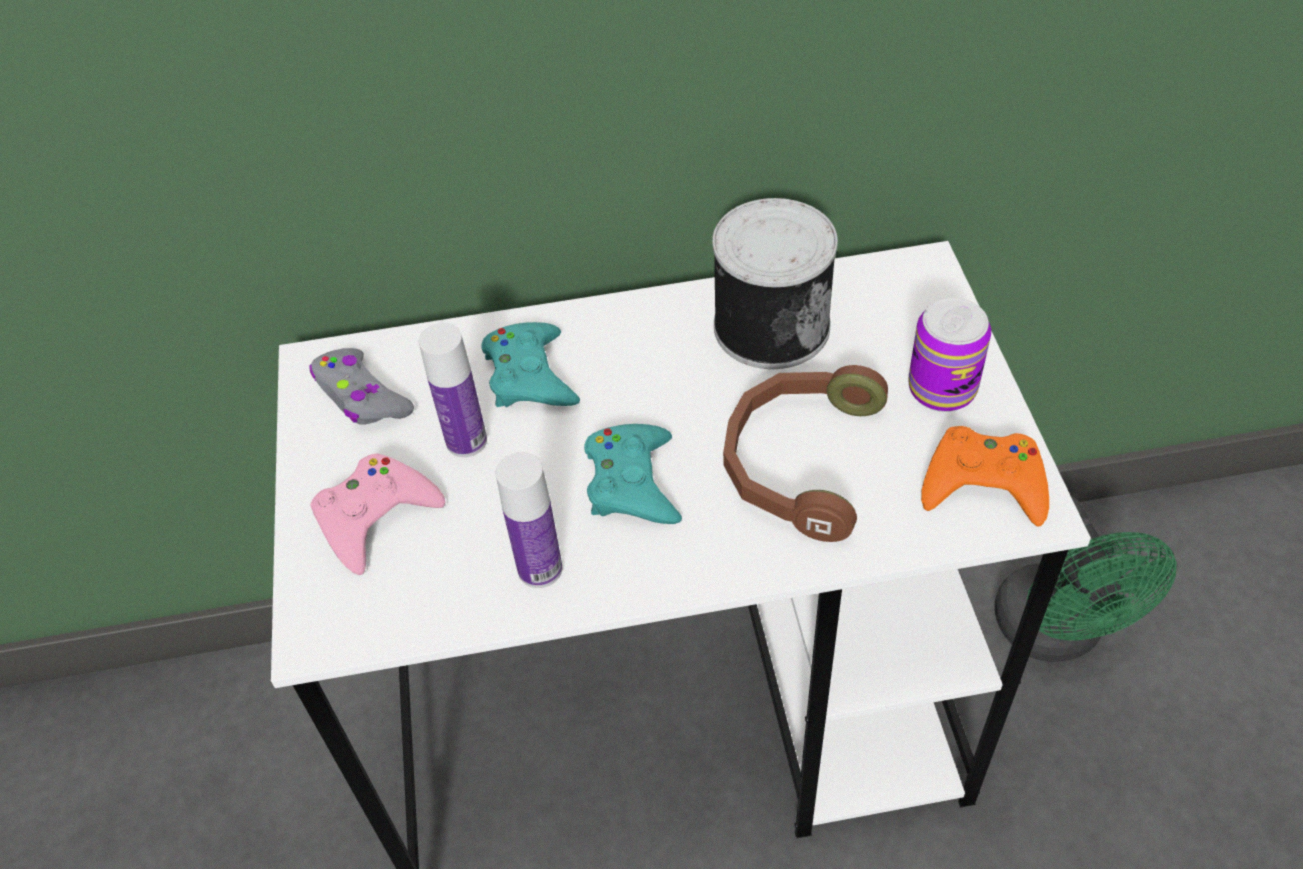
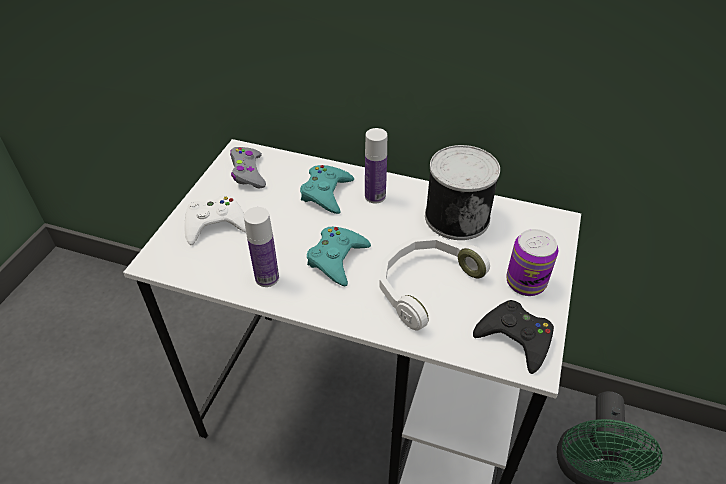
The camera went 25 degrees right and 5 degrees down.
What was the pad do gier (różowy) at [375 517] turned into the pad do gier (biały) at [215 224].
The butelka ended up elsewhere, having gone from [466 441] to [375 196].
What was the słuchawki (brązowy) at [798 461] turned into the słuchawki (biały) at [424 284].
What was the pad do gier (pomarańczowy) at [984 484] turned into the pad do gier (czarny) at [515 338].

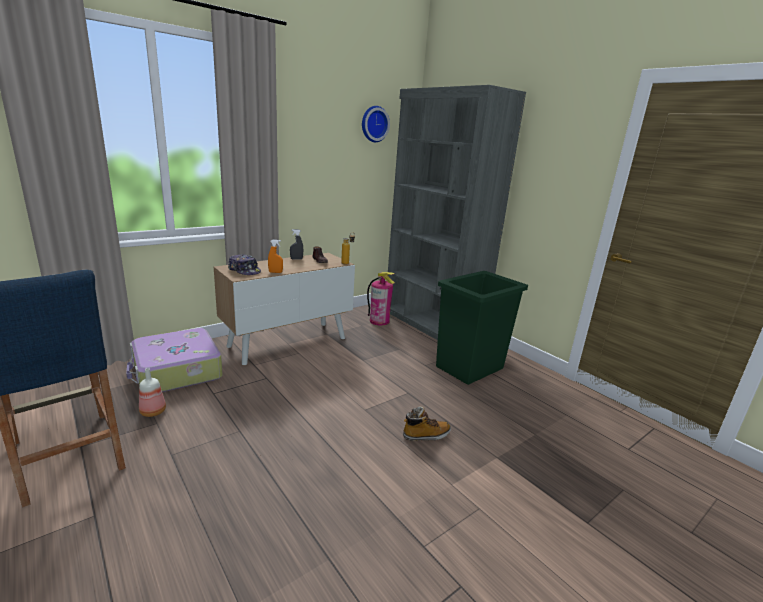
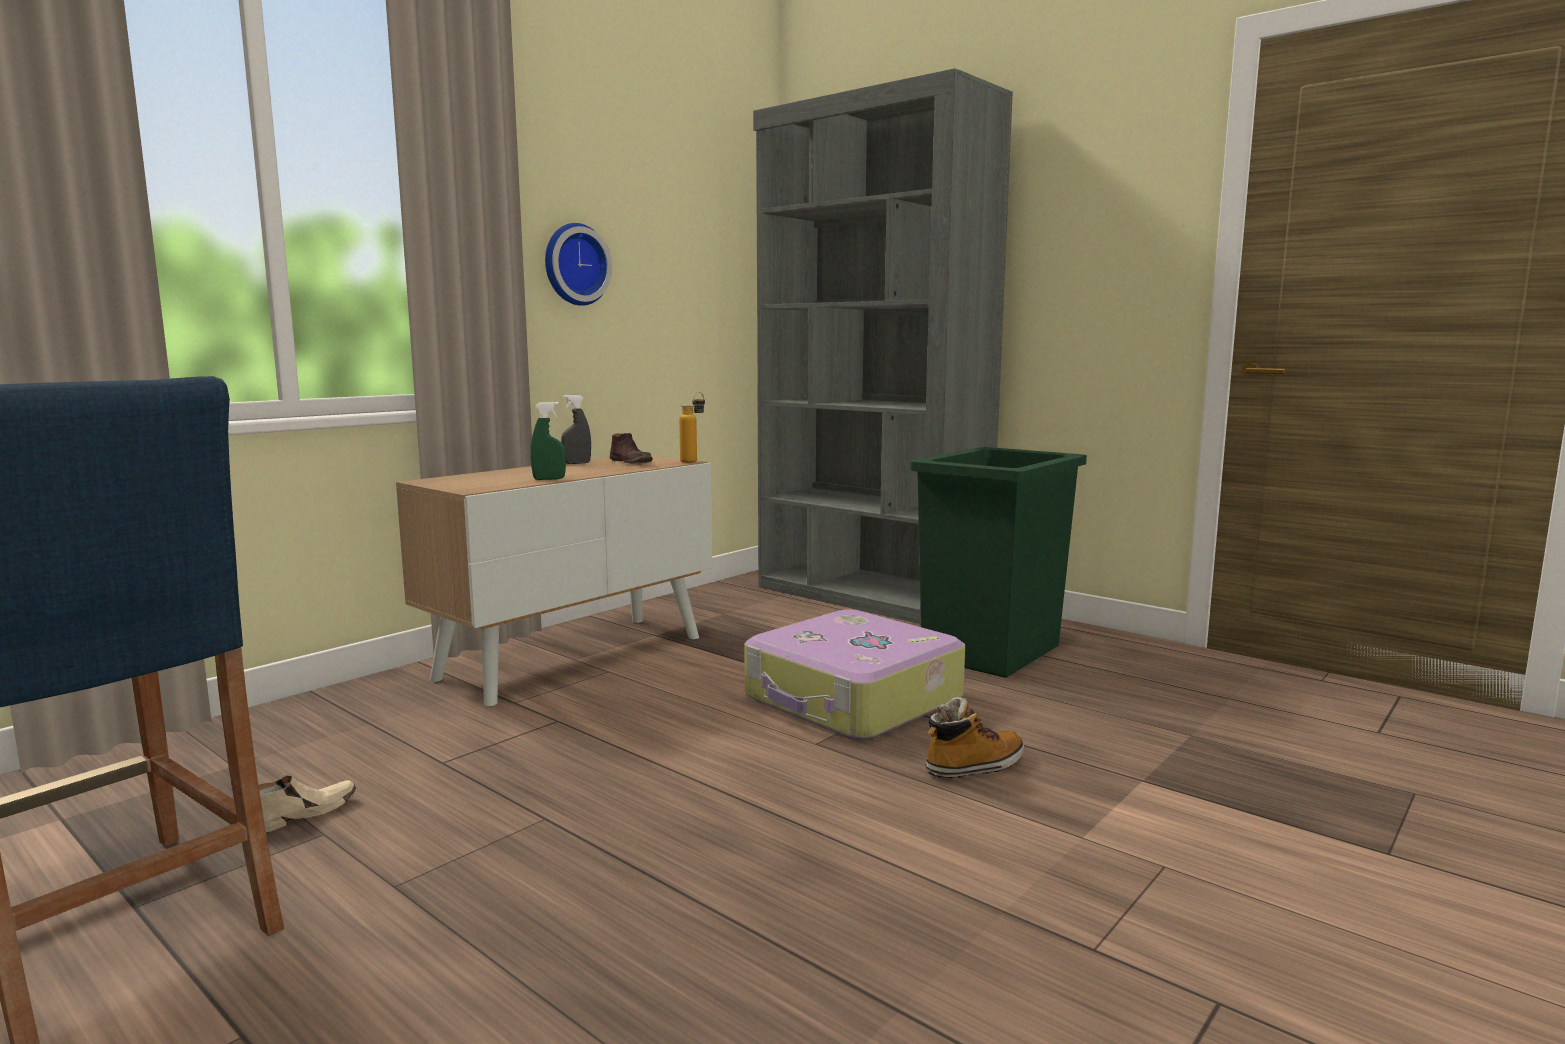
The camera went 10 degrees left and 10 degrees down.
Where the butelka stood at [152 411], the but (beżowy) came to stand at [302 815].
What was the spryskiwacz (pomarańczowy) at [275 272] turned into the spryskiwacz (zielony) at [549 479].
The zegar ścienny ended up elsewhere, having gone from [374 124] to [574 265].
The walizka ended up elsewhere, having gone from [176 371] to [853 700].
The second view lost the czapka z daszkiem at [244 271].
The second view lost the gaśnica at [379 321].

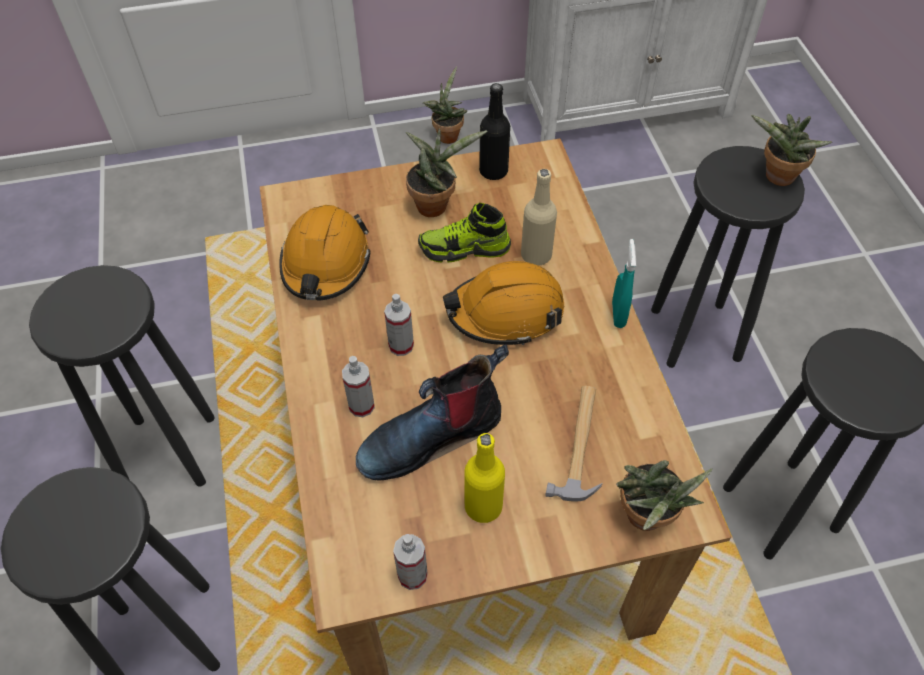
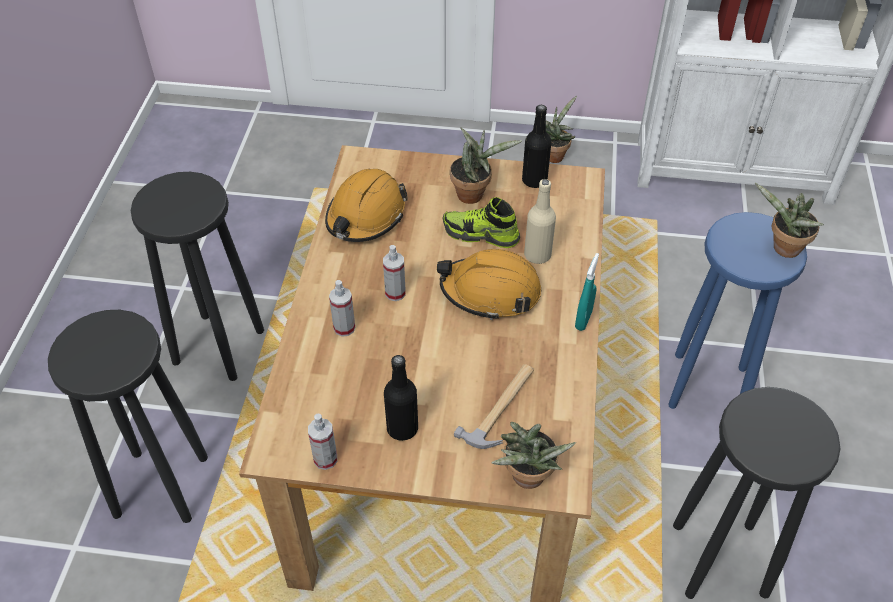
The camera went 20 degrees right and 5 degrees down.
What was the butelka (żółty) at [483 506] turned into the butelka (czarny) at [402 428].
What was the stołek (czarny) at [695 335] turned into the stołek (niebieski) at [707 387].
The second view lost the but z cholewką at [431 435].

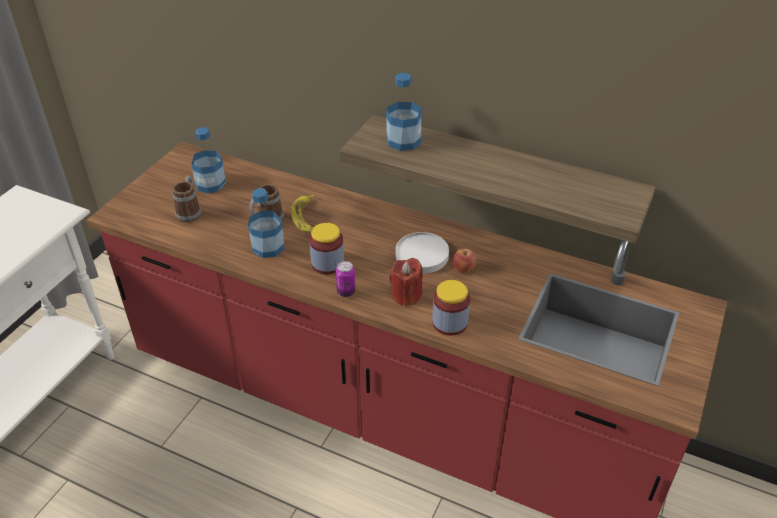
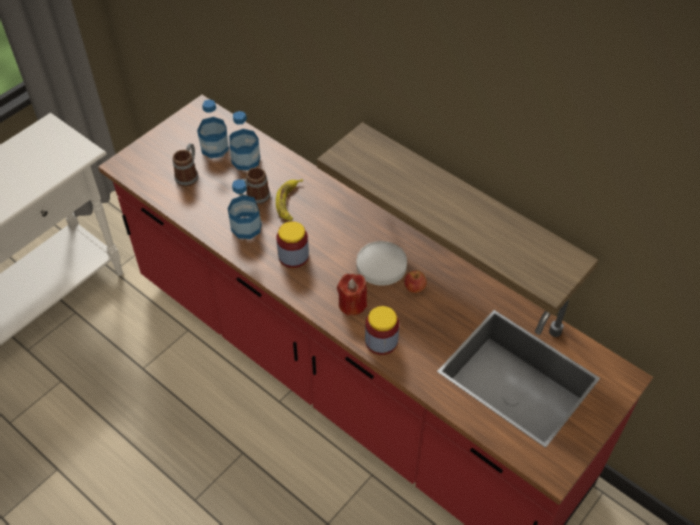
The camera went 15 degrees right and 10 degrees up.
The butelka ended up elsewhere, having gone from [403 141] to [246 160].
The second view lost the puszka at [346 292].

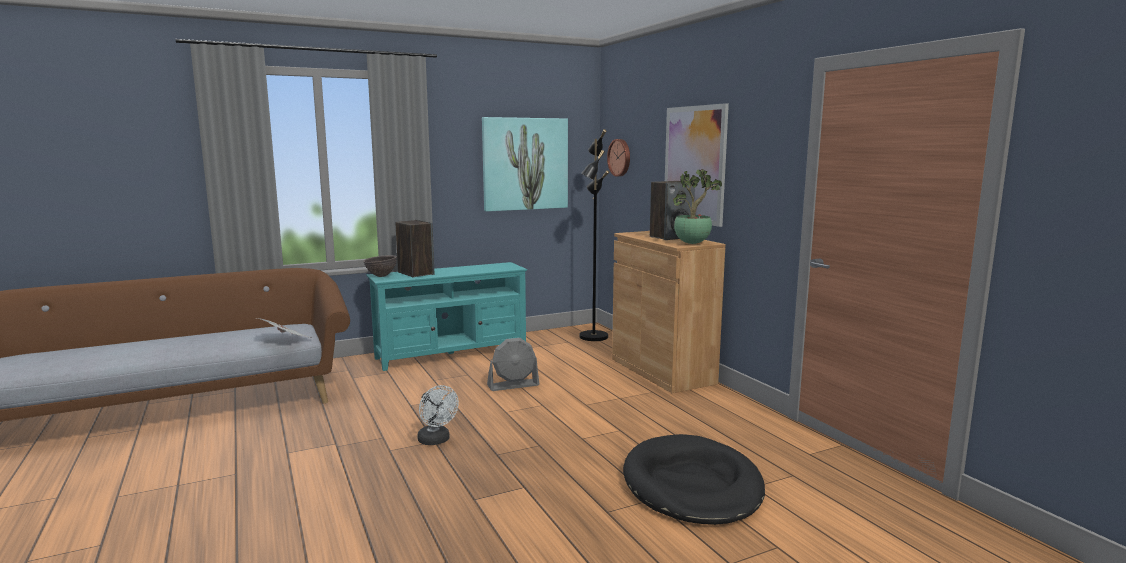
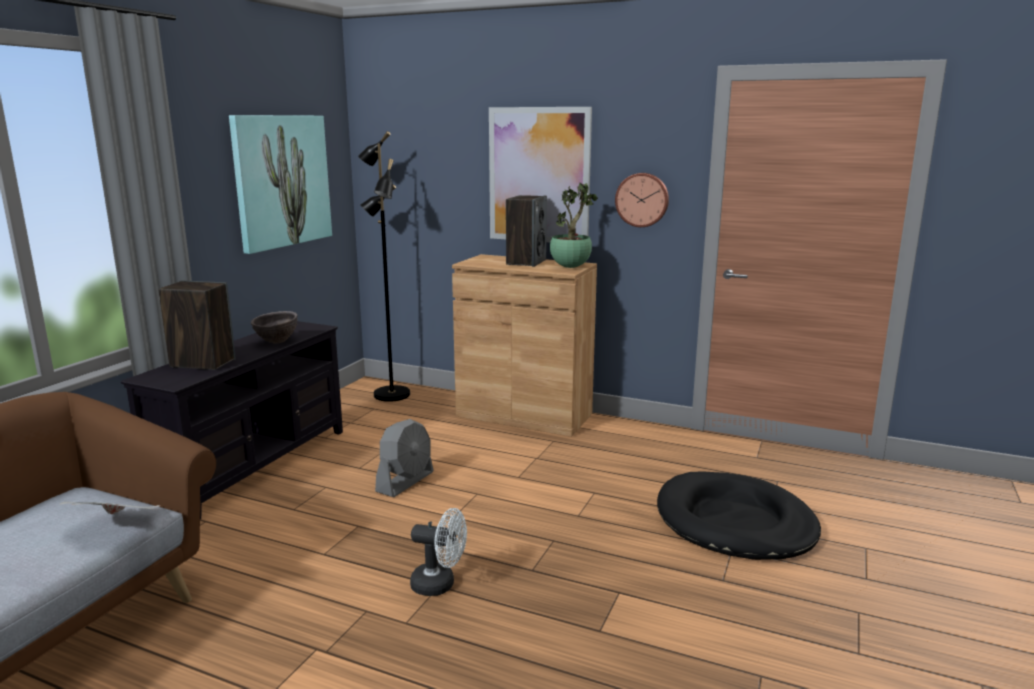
The camera went 40 degrees left and 5 degrees up.
What was the szafka pod telewizor (turkusowy) at [451 354] turned into the szafka pod telewizor (czarny) at [254 467].
The miska (brązowy) ended up elsewhere, having gone from [381 276] to [276 342].
The zegar ścienny ended up elsewhere, having gone from [620 157] to [642 199].

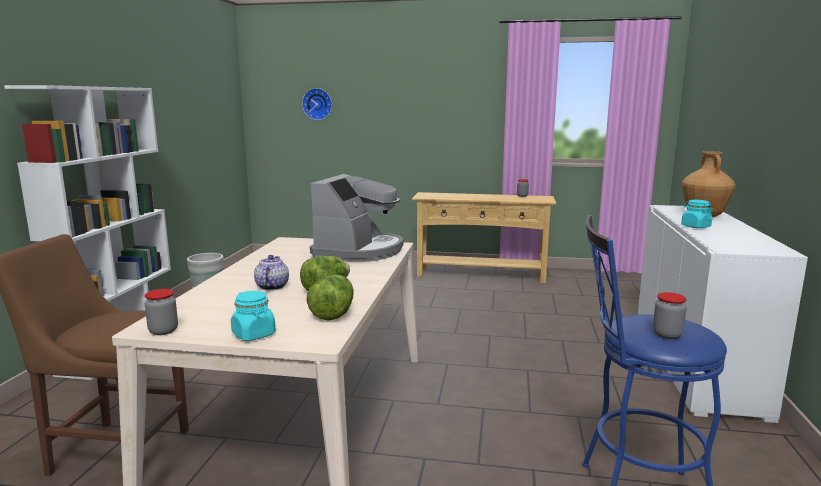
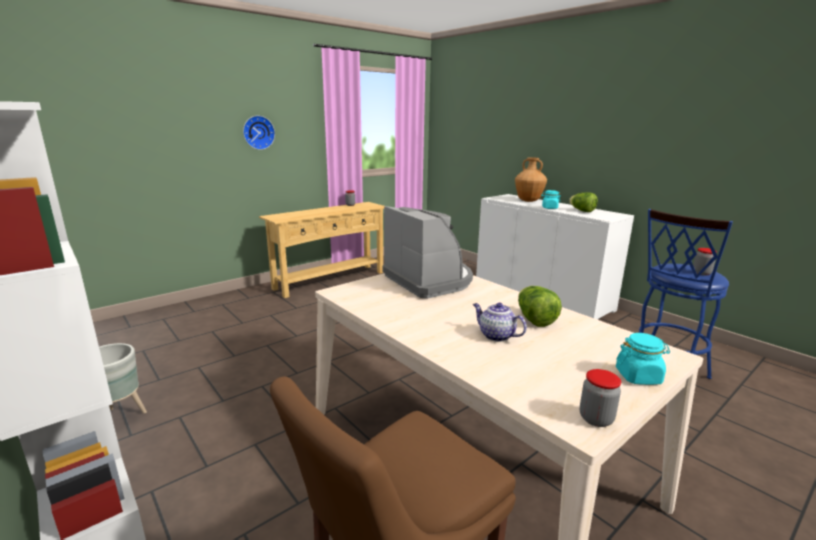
The camera went 50 degrees left and 5 degrees up.
The zegar ścienny ended up elsewhere, having gone from [317 104] to [258 132].
The sałata ended up elsewhere, having gone from [333 314] to [582 211].

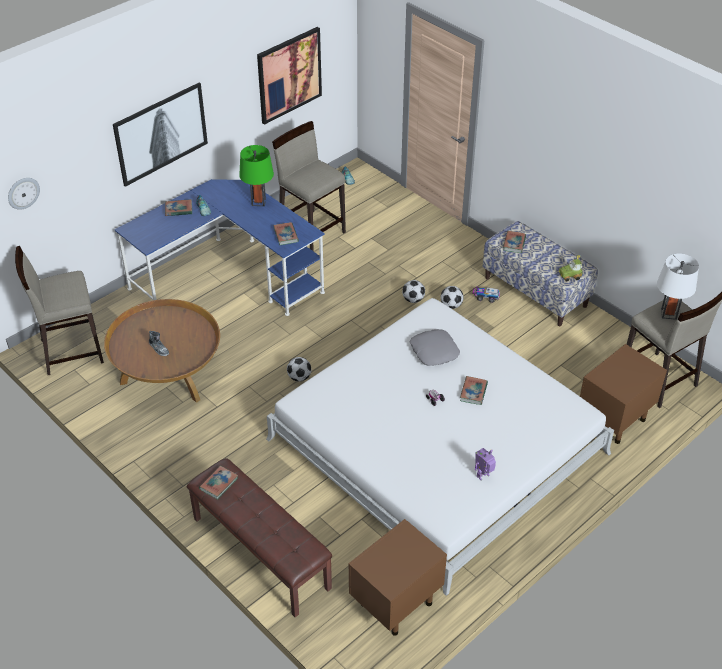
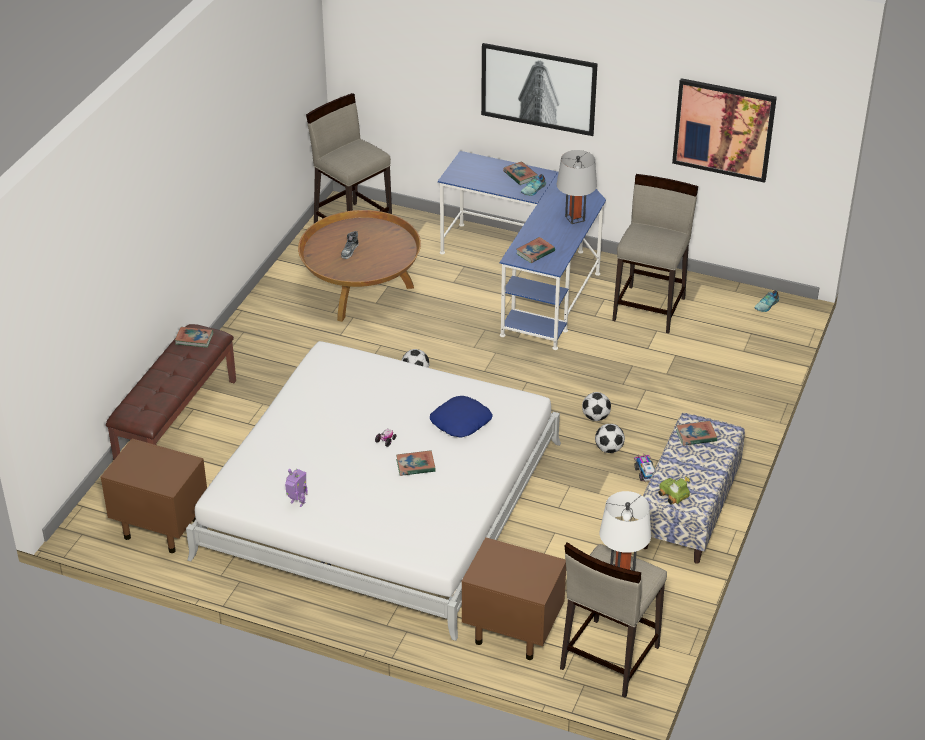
The camera went 65 degrees right and 5 degrees down.
What was the poduszka (szary) at [434 351] turned into the poduszka (niebieski) at [460 421].
What was the lampa stołowa (zielony) at [258 202] turned into the lampa stołowa (szary) at [574 218].
The second view lost the zegar ścienny at [23 193].

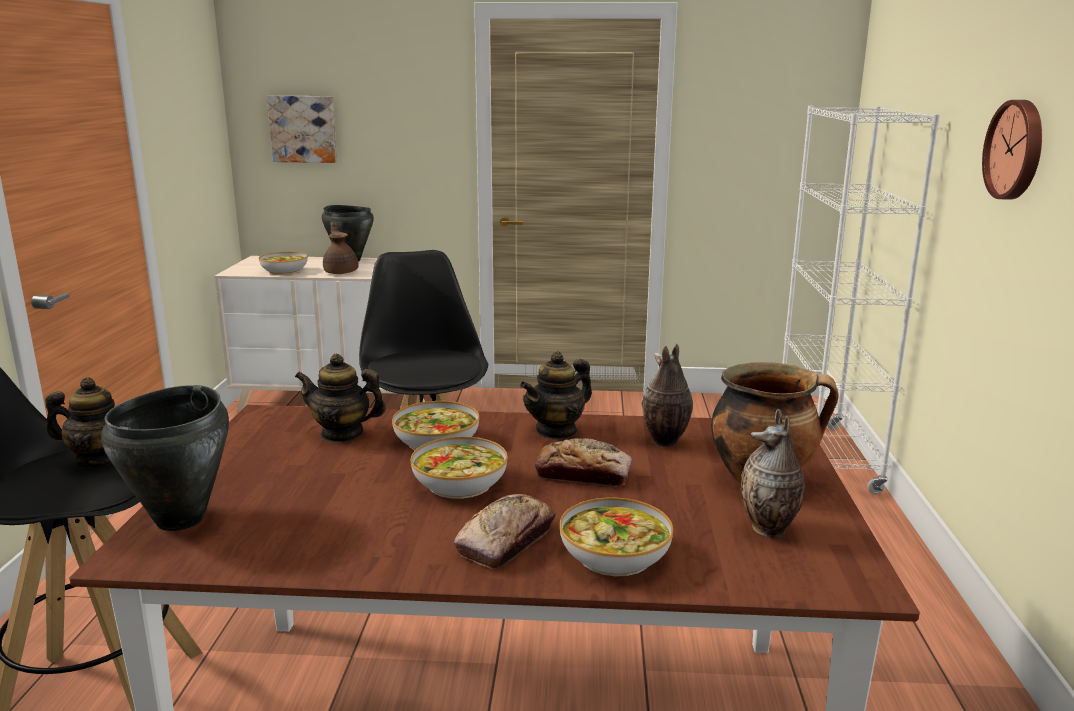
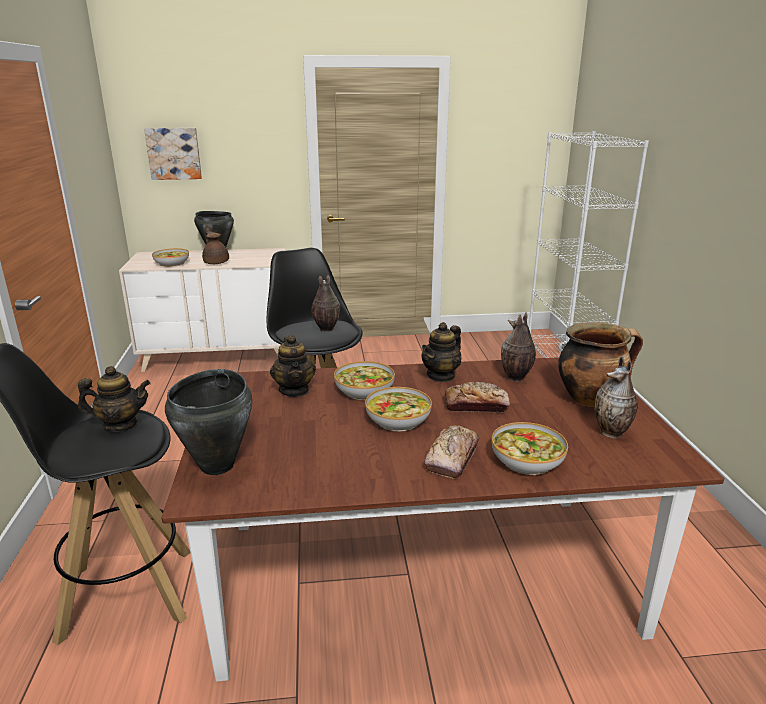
The camera went 10 degrees left and 5 degrees up.
The imbryk at [342 434] ended up facing another way, 105 degrees counterclockwise from before.
The second view gained the wazon at [325 329].
The second view lost the zegar ścienny at [1016 150].

